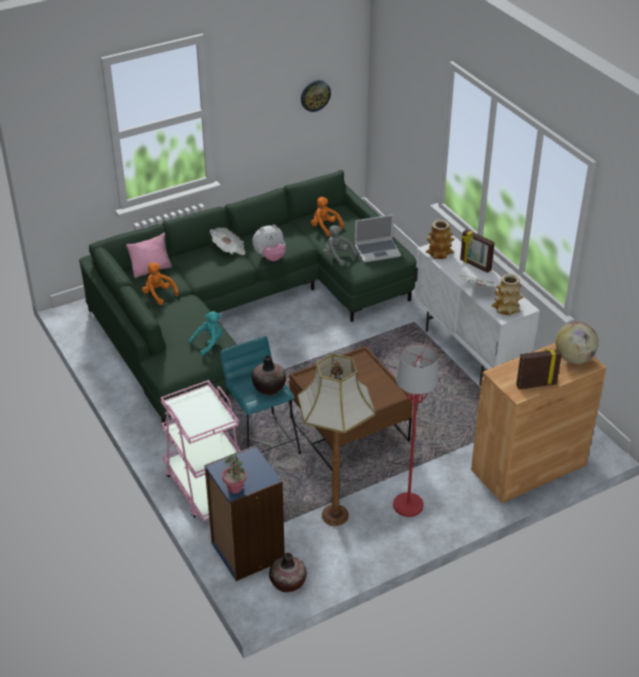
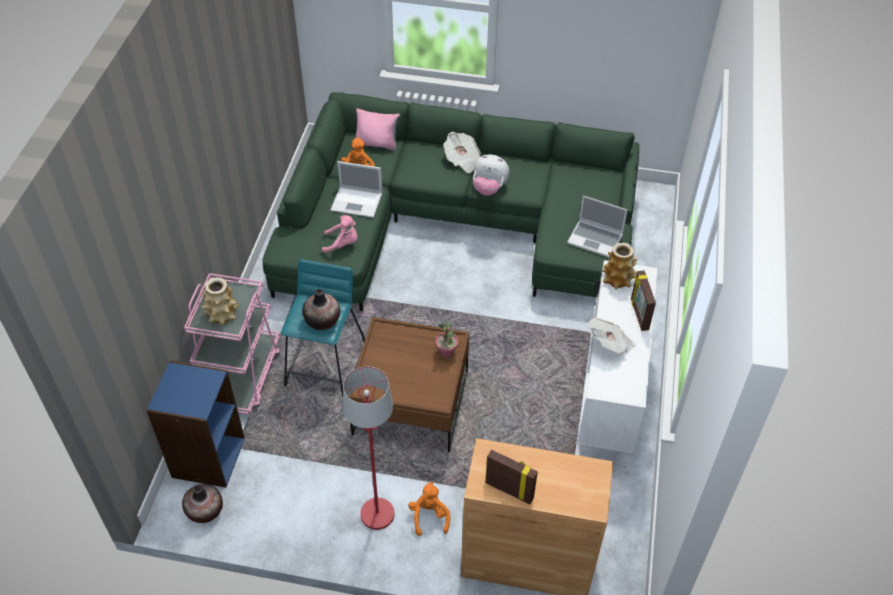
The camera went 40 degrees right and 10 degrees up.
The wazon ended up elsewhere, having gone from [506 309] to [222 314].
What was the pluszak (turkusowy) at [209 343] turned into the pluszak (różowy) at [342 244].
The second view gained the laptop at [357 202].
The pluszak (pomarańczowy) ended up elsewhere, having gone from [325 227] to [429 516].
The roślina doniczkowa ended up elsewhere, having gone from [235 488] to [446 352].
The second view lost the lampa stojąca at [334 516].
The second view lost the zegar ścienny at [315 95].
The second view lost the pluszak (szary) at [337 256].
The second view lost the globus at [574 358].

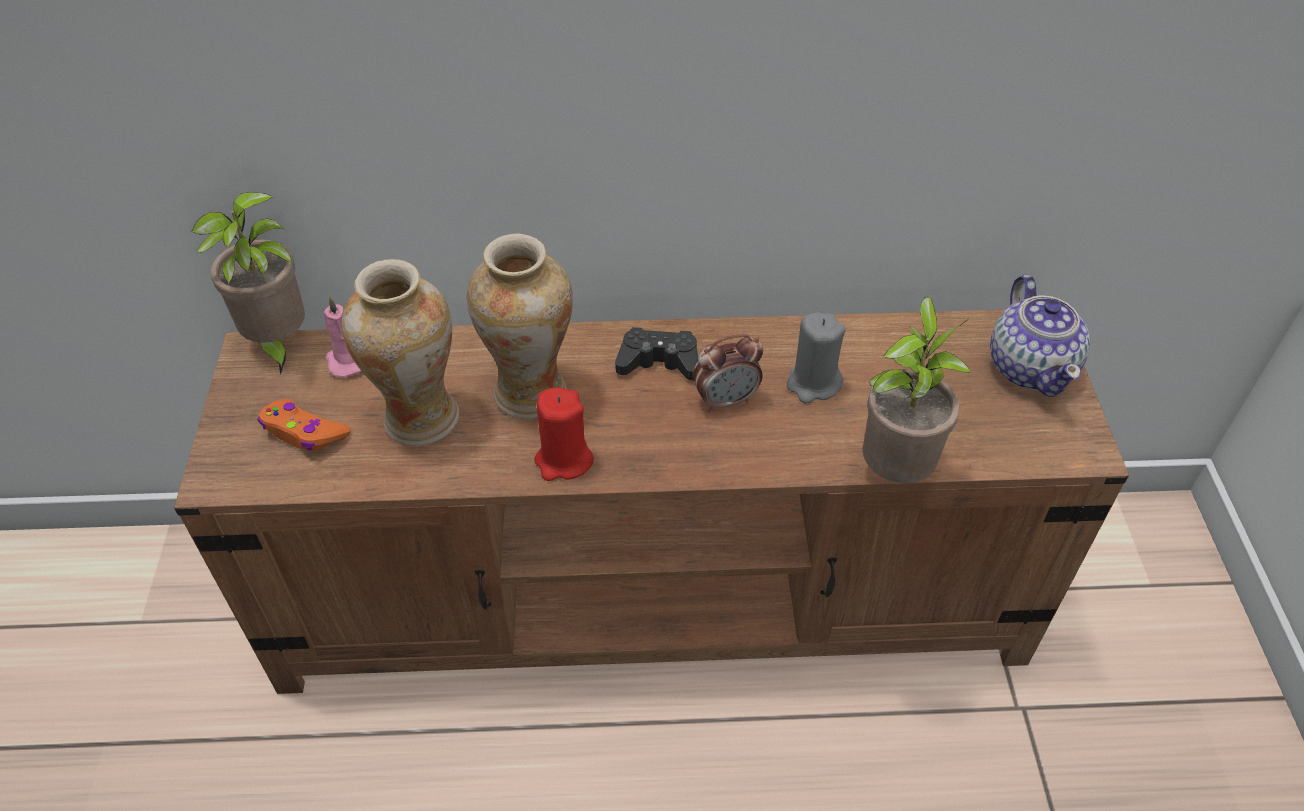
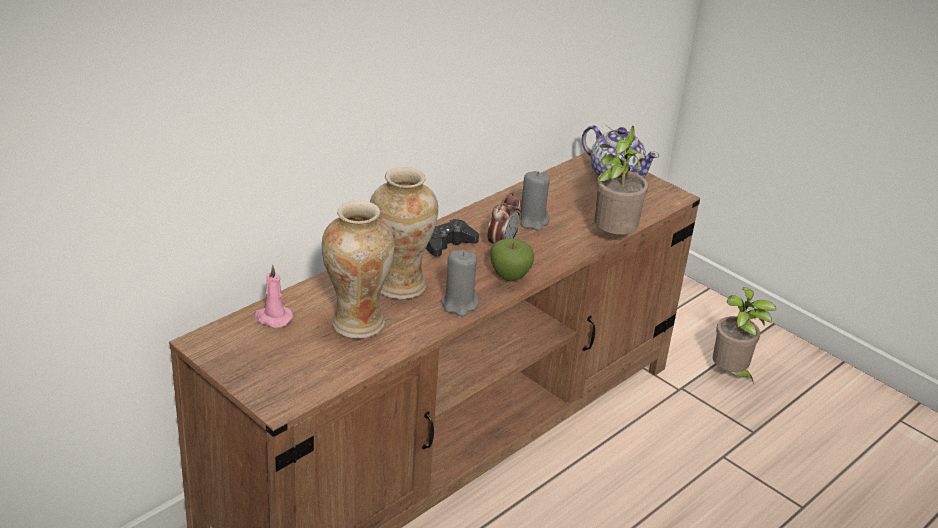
The camera went 45 degrees left and 15 degrees down.
What was the świeca (czerwony) at [563 460] turned into the świeca (szary) at [459 304].
The second view gained the jabłko at [509 276].
The roślina doniczkowa ended up elsewhere, having gone from [278 344] to [730 374].
The second view lost the pad do gier (pomarańczowy) at [304 432].

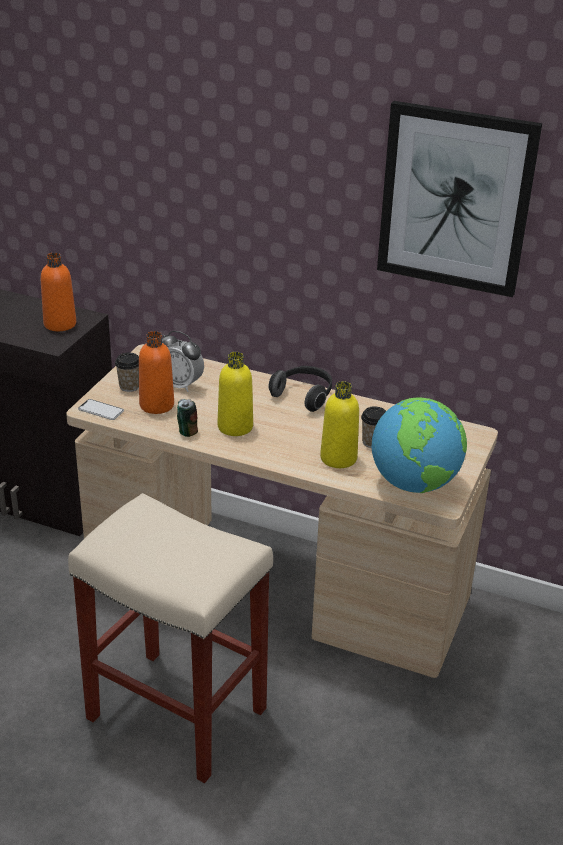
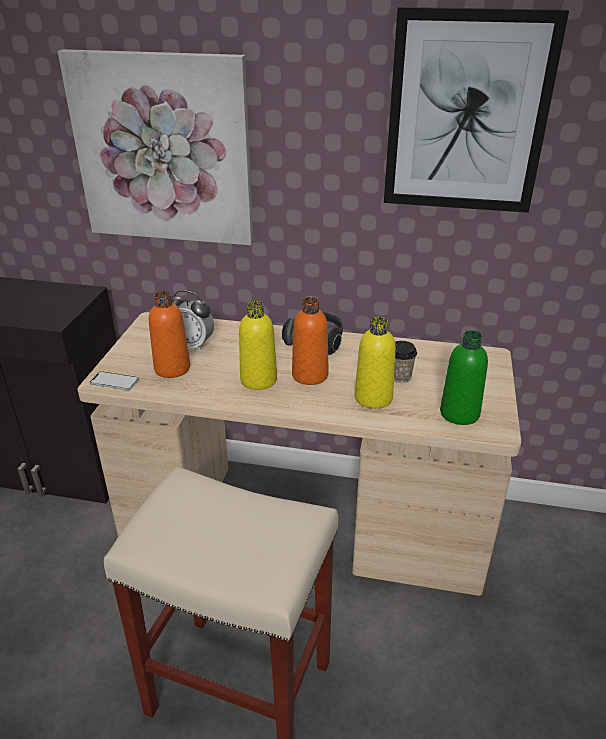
The camera went 10 degrees left and 0 degrees up.
The second view gained the obraz at [164 150].
The butelka (pomarańczowy) ended up elsewhere, having gone from [60 324] to [310 375].
Where the globus stood at [414 483], the butelka (zielony) came to stand at [459 413].
The second view lost the filiżanka at [129 386].
The second view lost the puszka at [187 432].

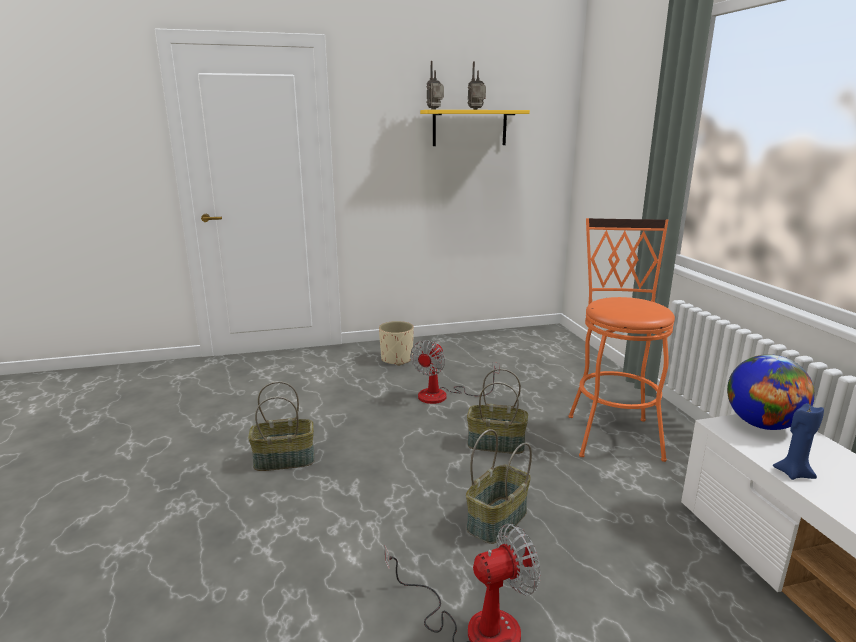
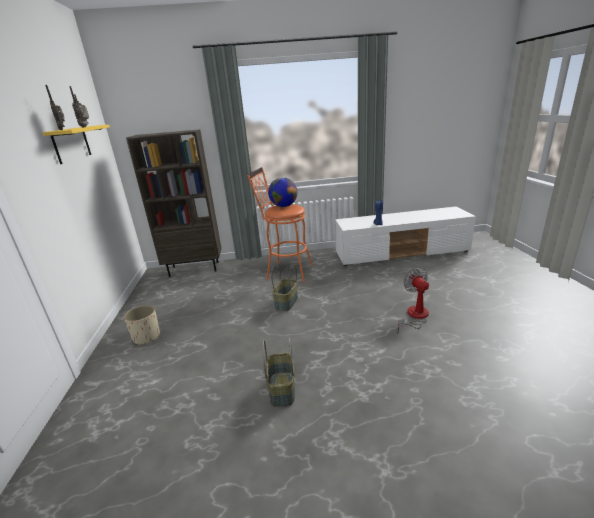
The camera went 80 degrees left and 5 degrees up.
The second view gained the regał (brązowy) at [195 268].
The globus ended up elsewhere, having gone from [762 424] to [284 206].
The second view lost the wentylator at [443 395].
The second view lost the koszyk at [497 521].

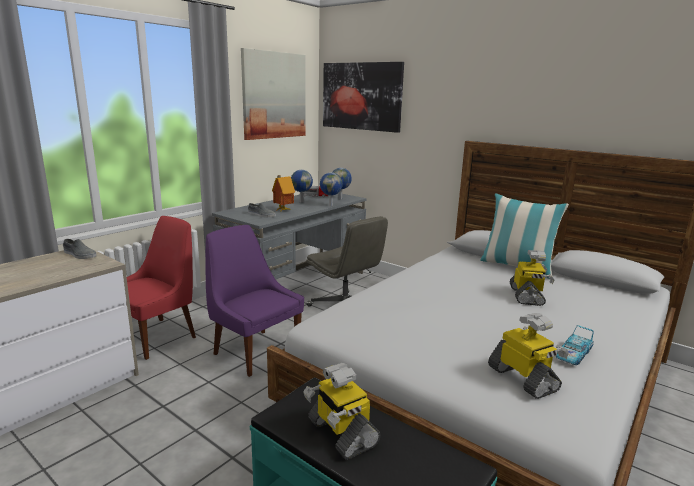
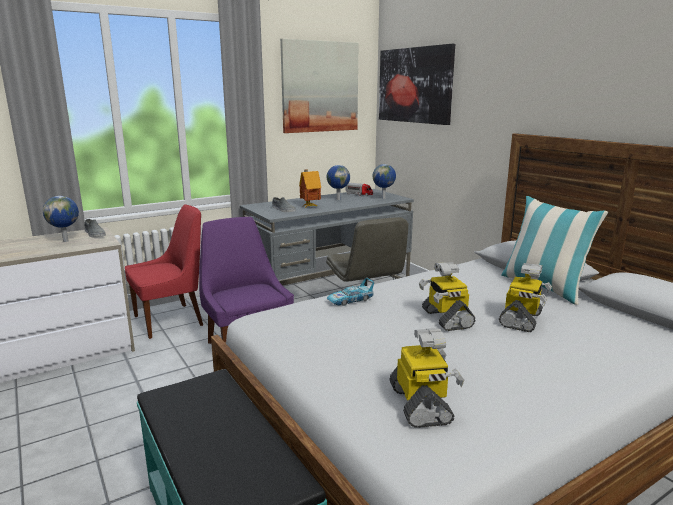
The camera went 20 degrees right and 0 degrees up.
The globus ended up elsewhere, having gone from [331 205] to [66 241].
The samochodzik ended up elsewhere, having gone from [573 354] to [350 300].
The robot zabawkowy ended up elsewhere, having gone from [341 433] to [445 318].

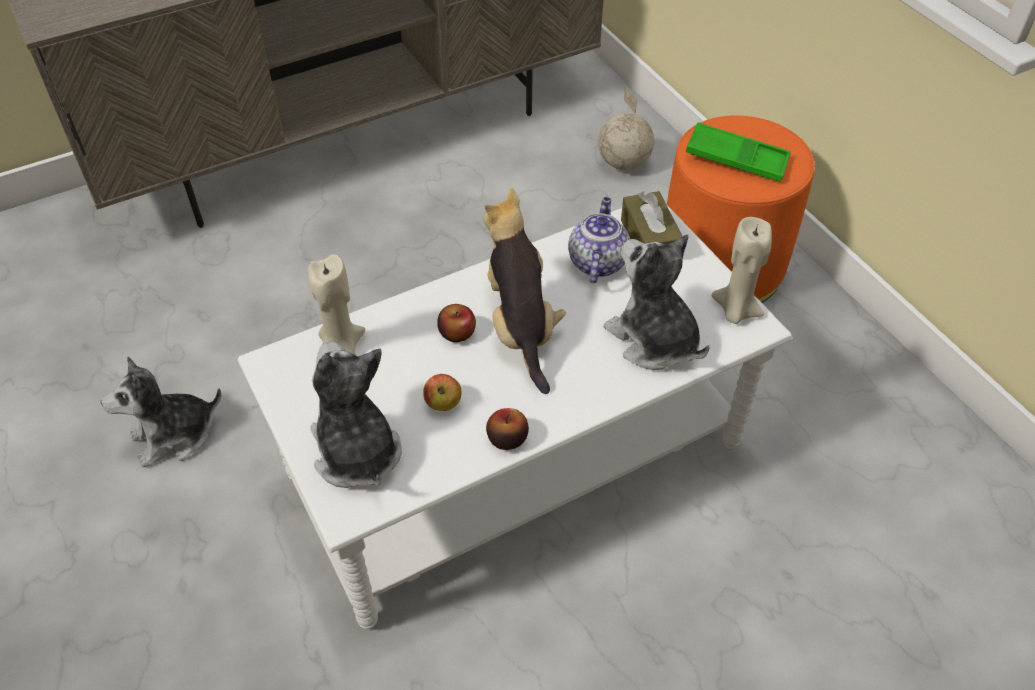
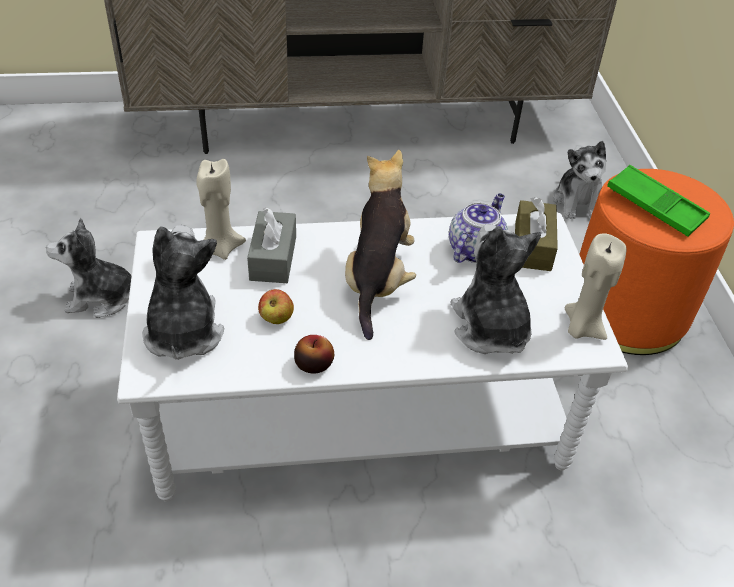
The camera went 20 degrees right and 5 degrees down.
The second view gained the pudełko chusteczek (szary) at [273 258].
Where the globus stood at [623 163], the pluszak came to stand at [577 202].
The second view lost the jabłko at [457 332].

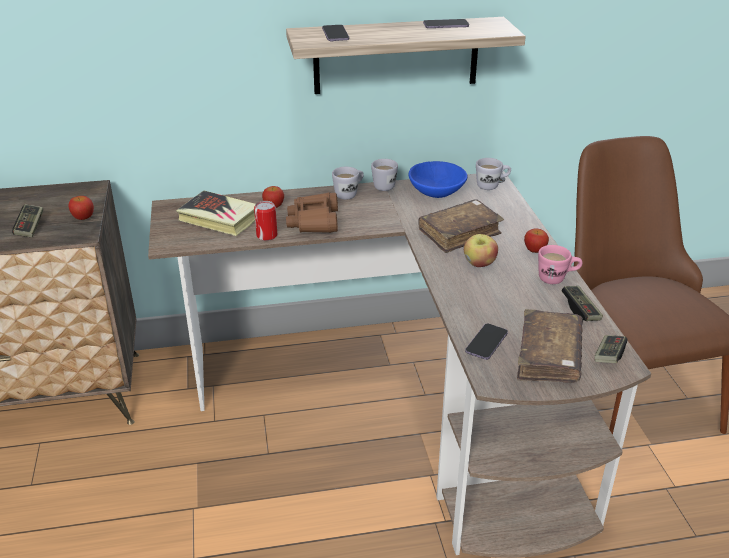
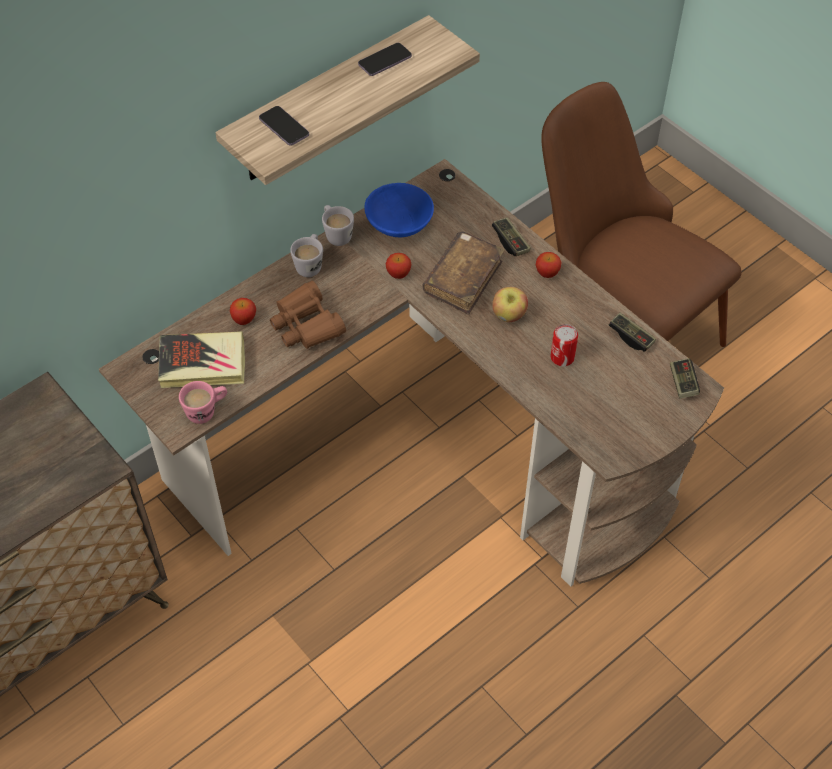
The camera went 30 degrees left and 20 degrees up.
The kubek (różowy) ended up elsewhere, having gone from [557 279] to [207 411].
The jabłko ended up elsewhere, having gone from [83 217] to [398 274].
The pad do gier ended up elsewhere, having gone from [30 227] to [510 242].
The puszka ended up elsewhere, having gone from [267 235] to [562 357].
The second view lost the telefon at [486 343].
The second view lost the kubek (biały) at [492 186].
The second view lost the książka (brązowy) at [548 356].

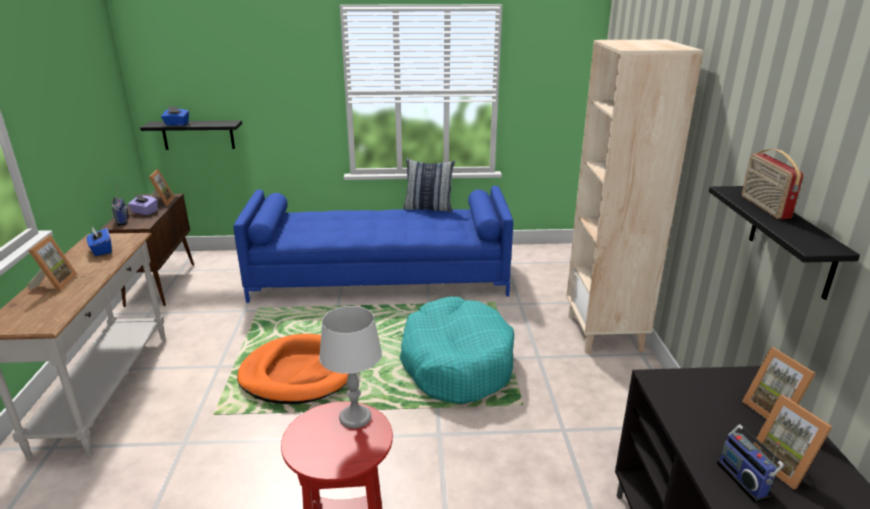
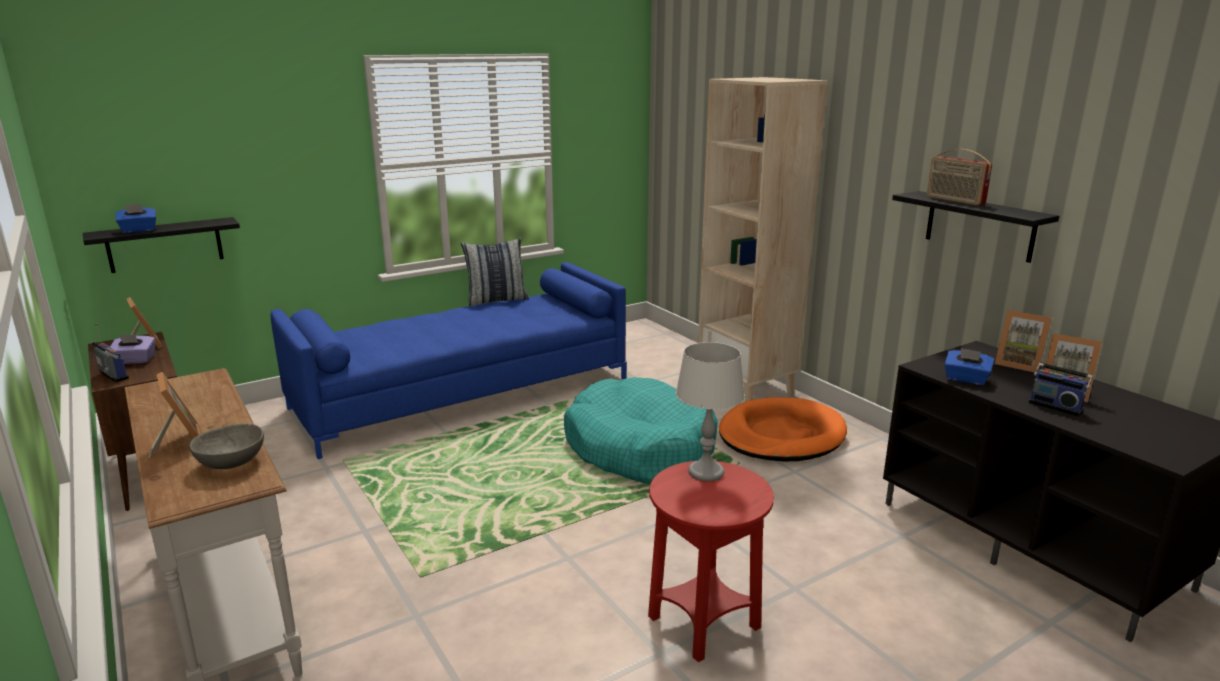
The camera went 30 degrees left and 5 degrees down.
The second view gained the miska (szary) at [230 464].
The legowisko (pomarańczowy) ended up elsewhere, having gone from [299 373] to [781 435].
The pudełko chusteczek (niebieski) ended up elsewhere, having gone from [101 250] to [966 379].

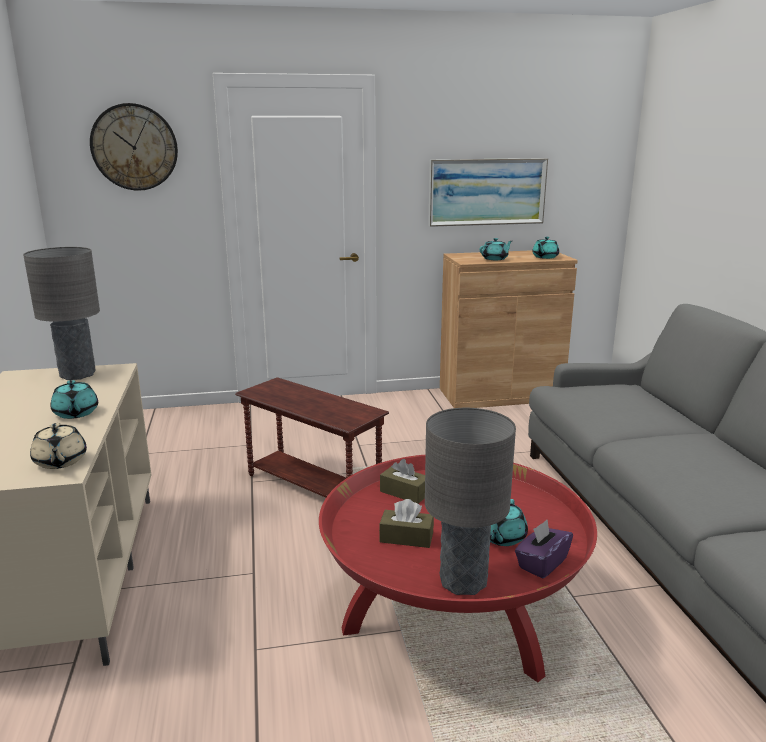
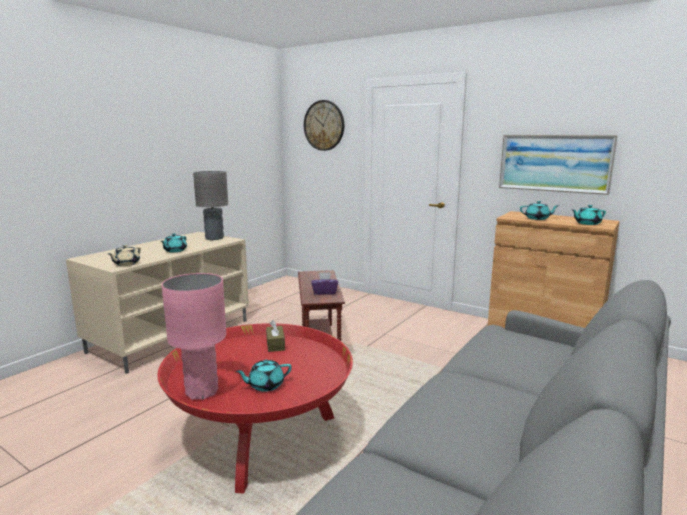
The camera went 45 degrees right and 5 degrees down.
What was the lampa stołowa (szary) at [463 582] turned into the lampa stołowa (różowy) at [201 392].
The pudełko chusteczek (fioletowy) ended up elsewhere, having gone from [541 563] to [324 292].
The second view lost the pudełko chusteczek (brązowy) at [406 537].

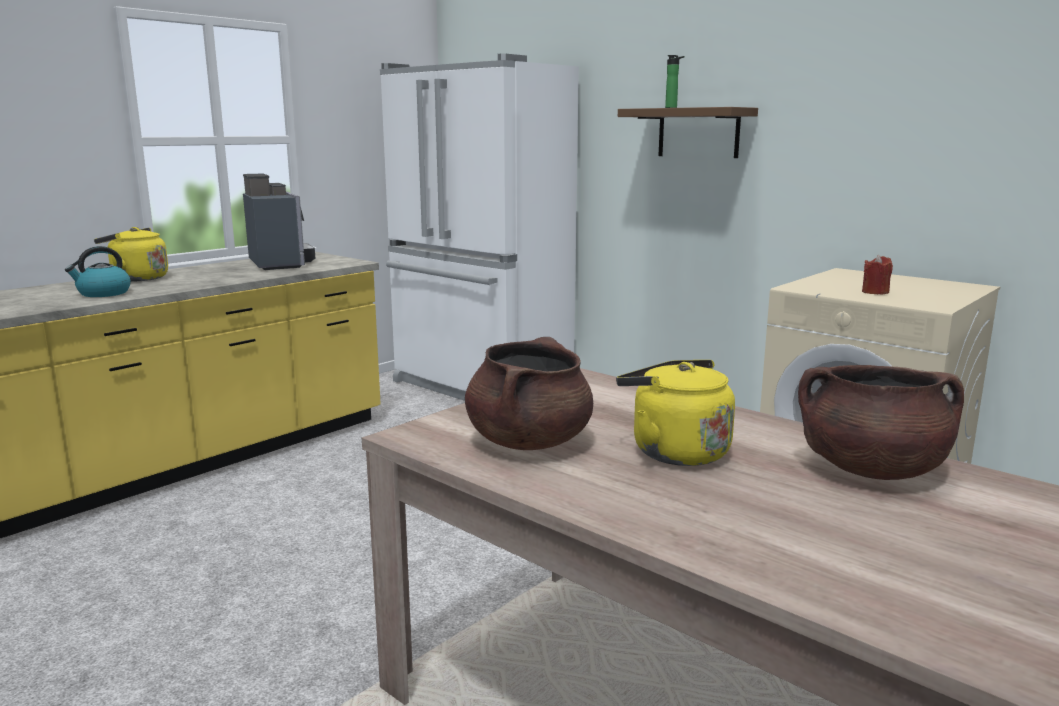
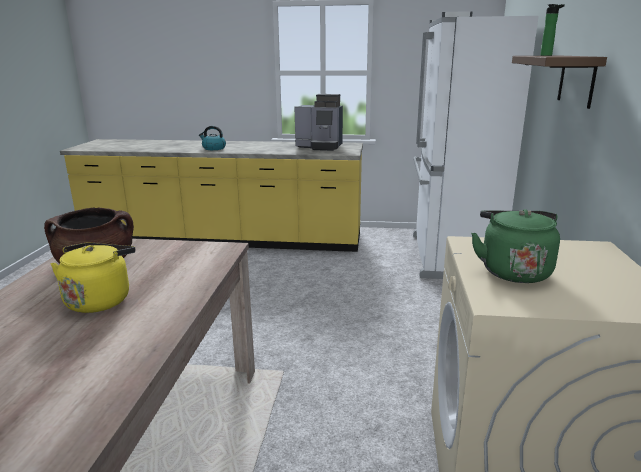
The camera went 55 degrees right and 5 degrees up.
The ekspres do kawy at [281 263] ended up facing another way, 75 degrees clockwise from before.
Where the świeca (czerwony) stood at [875 292], the czajnik (zielony) came to stand at [513 271].
The second view lost the czajnik (żółty) at [136 278].
The second view lost the garnek (brązowy) at [871 469].

